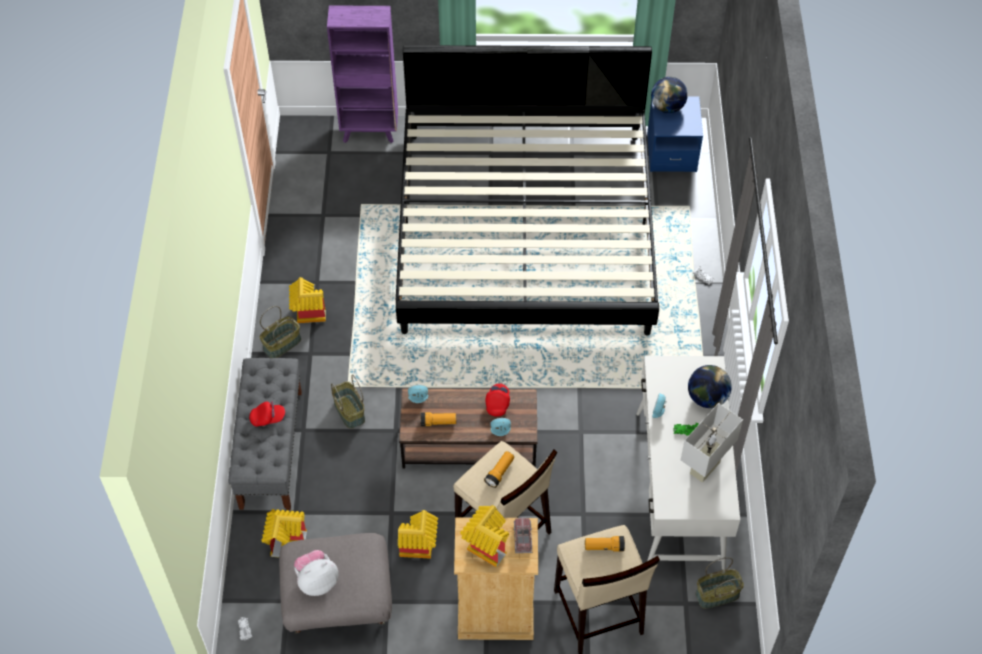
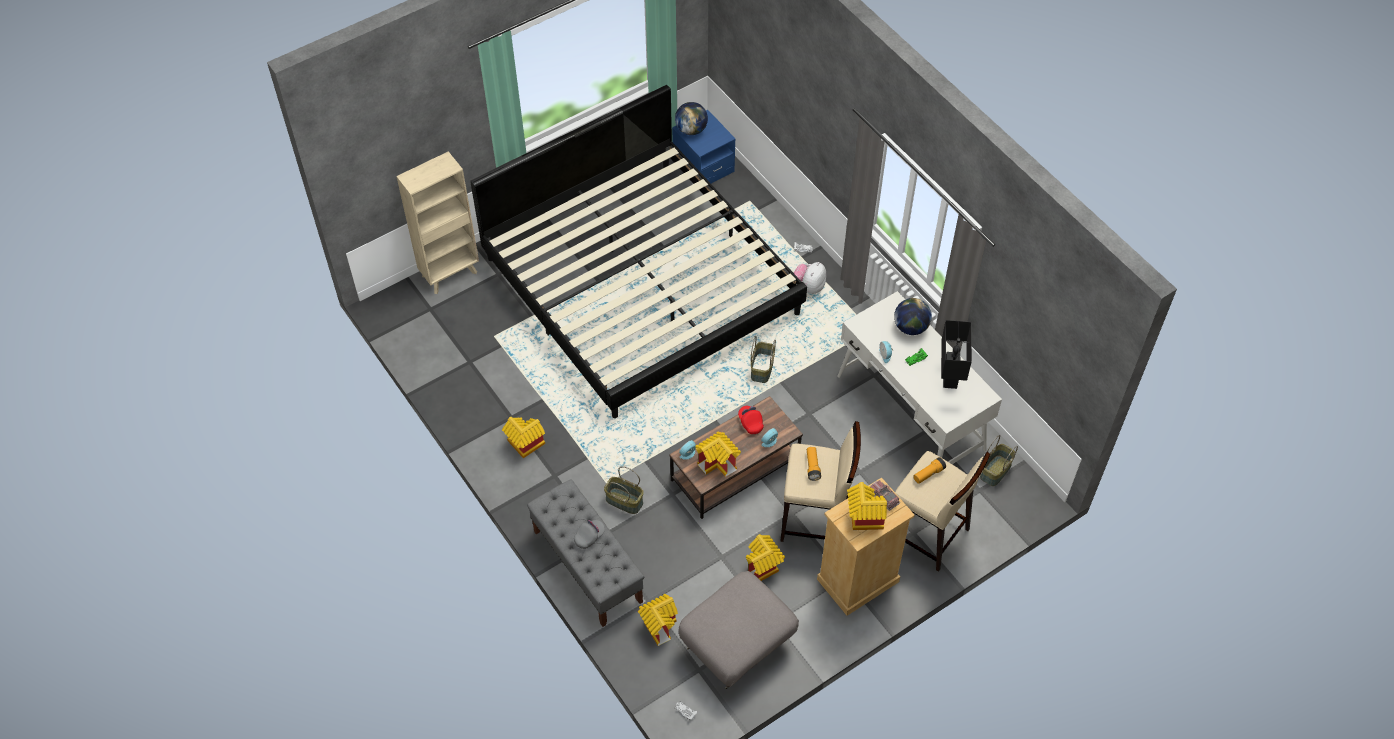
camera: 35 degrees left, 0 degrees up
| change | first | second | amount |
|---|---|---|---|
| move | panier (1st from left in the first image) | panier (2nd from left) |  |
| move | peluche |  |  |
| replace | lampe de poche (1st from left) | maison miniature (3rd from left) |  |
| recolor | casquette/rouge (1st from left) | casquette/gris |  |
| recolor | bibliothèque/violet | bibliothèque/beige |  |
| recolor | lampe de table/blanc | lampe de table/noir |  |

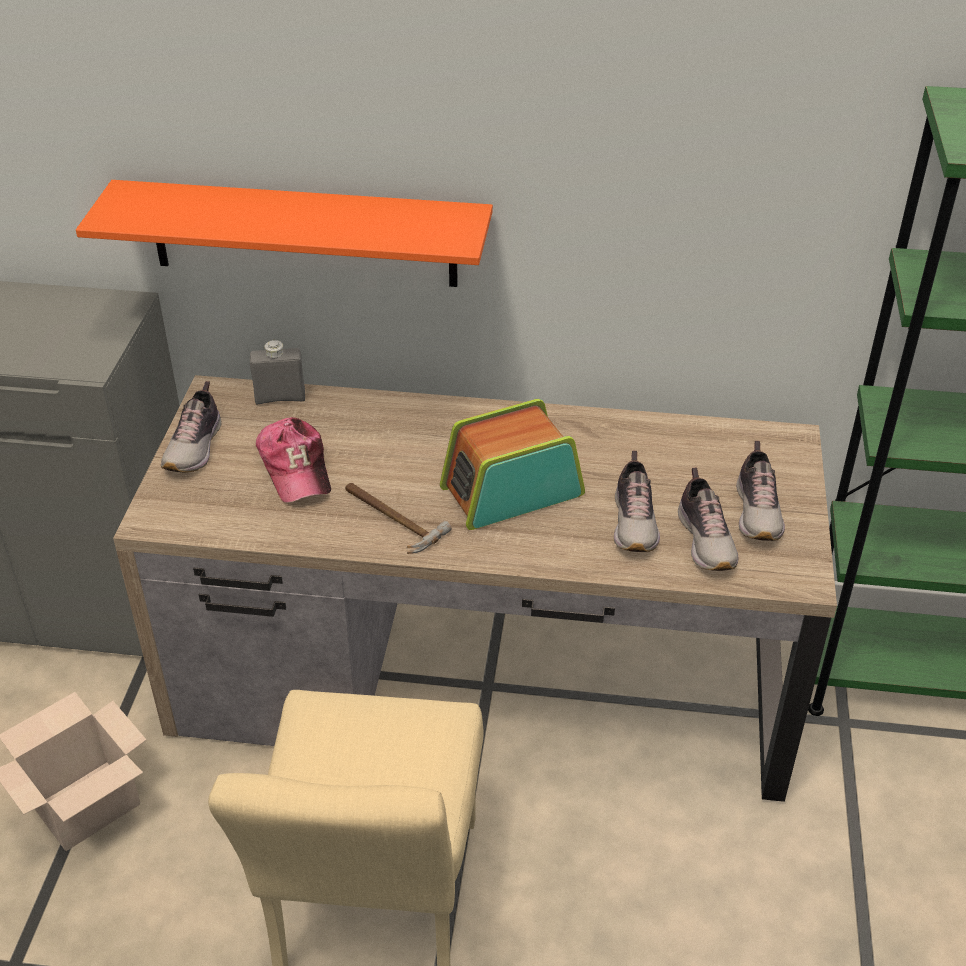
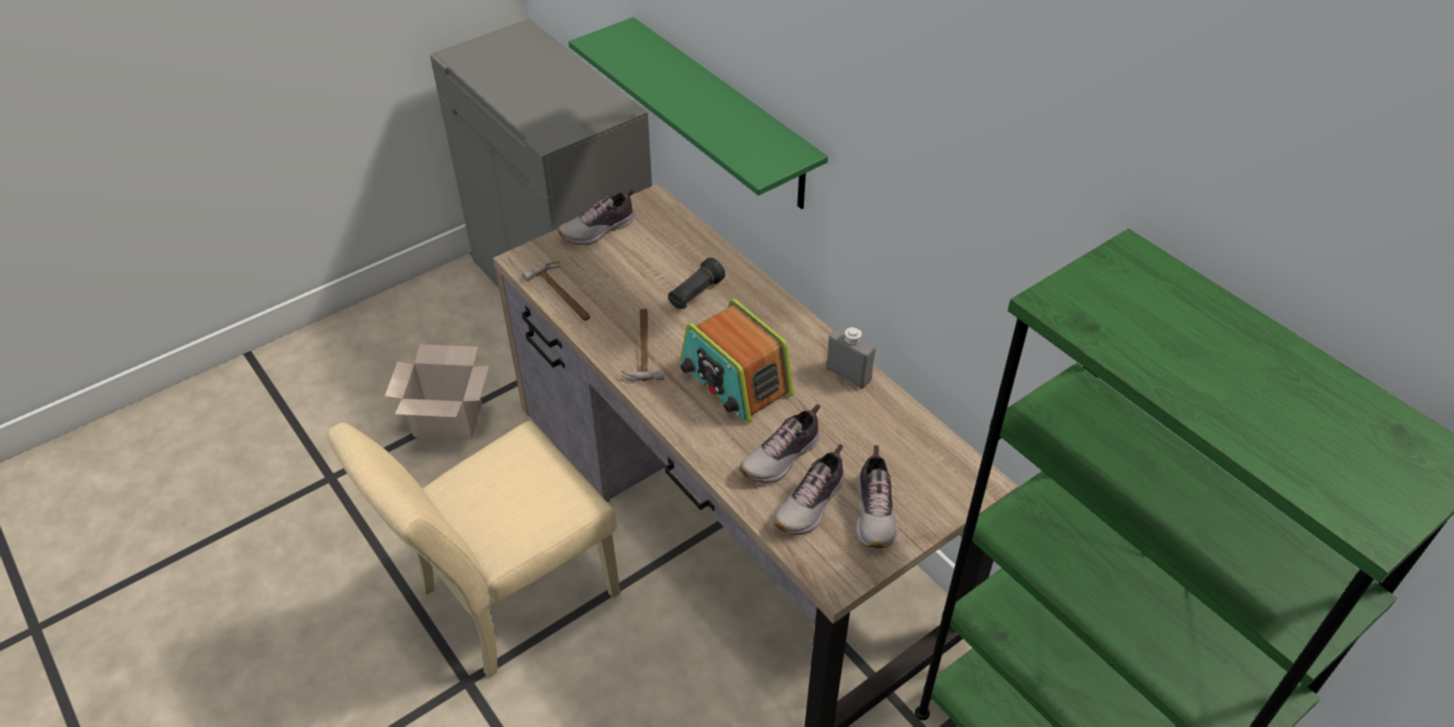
camera: 45 degrees right, 5 degrees up
| change | first | second | amount |
|---|---|---|---|
| delete | casquette |  |  |
| insert |  | marteau (1st from left) |  |
| insert |  | lampe de poche/noir |  |
| move | bouteille/gris |  |  |
| recolor | étagère/orange | étagère/vert |  |
| rotate | radio |  | 150 degrees counterclockwise |
| rotate | chaussure (4th from left) |  | 45 degrees counterclockwise |

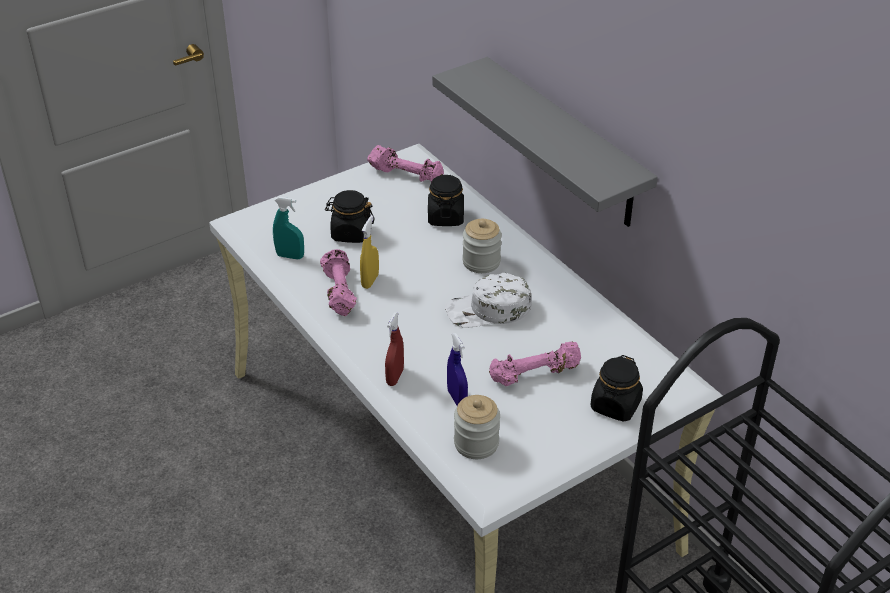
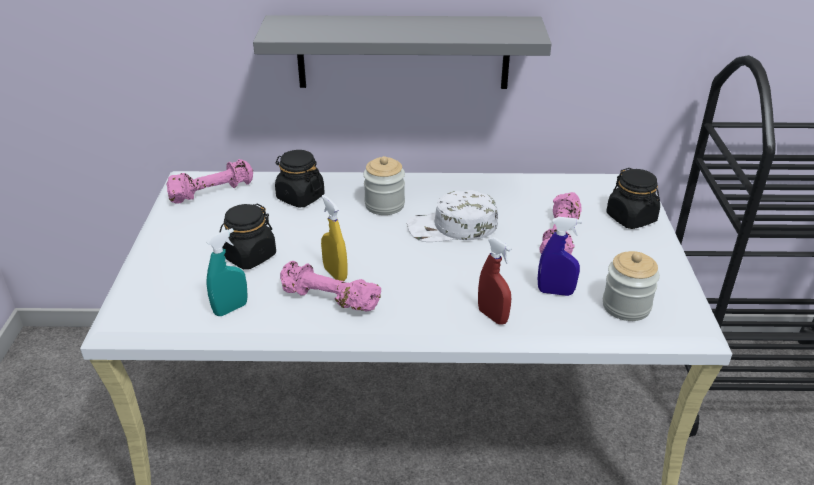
camera: 55 degrees left, 5 degrees down
| change | first | second | amount |
|---|---|---|---|
| rotate | casquette/blanc |  | 60 degrees clockwise |

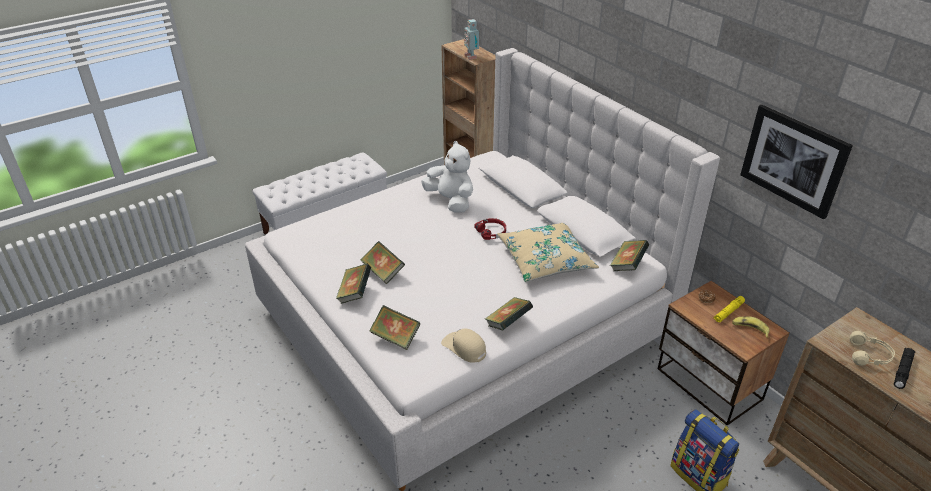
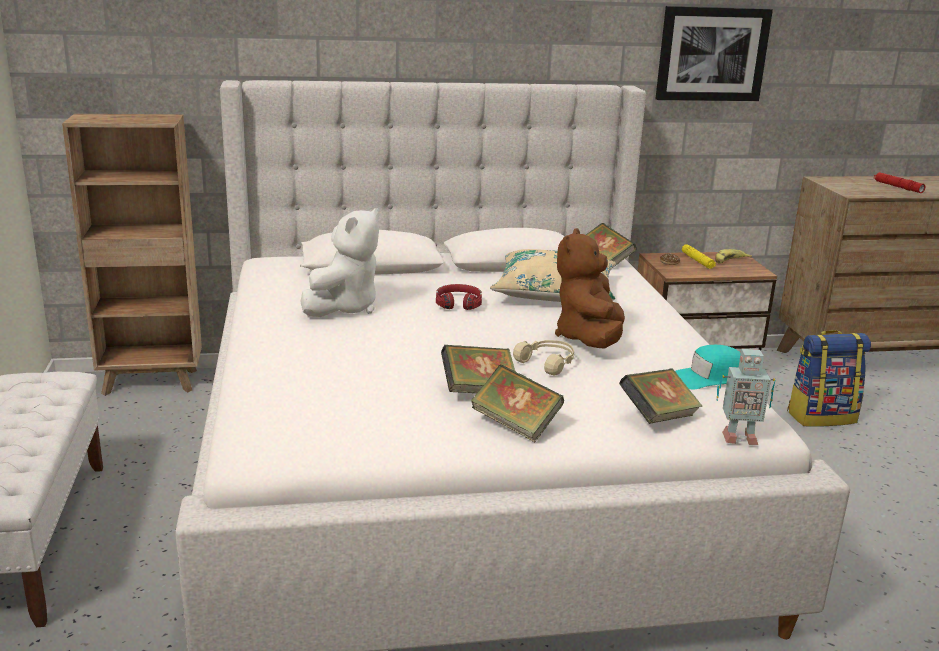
camera: 65 degrees left, 15 degrees down
| change | first | second | amount |
|---|---|---|---|
| delete | livre (4th from left) |  |  |
| insert |  | peluche/marron |  |
| move | robot jouet |  |  |
| move | casque audio/beige |  |  |
| recolor | casquette/beige | casquette/turquoise |  |
| recolor | lampe de poche/noir | lampe de poche/rouge |  |
| rotate | peluche/blanc |  | 135 degrees clockwise |

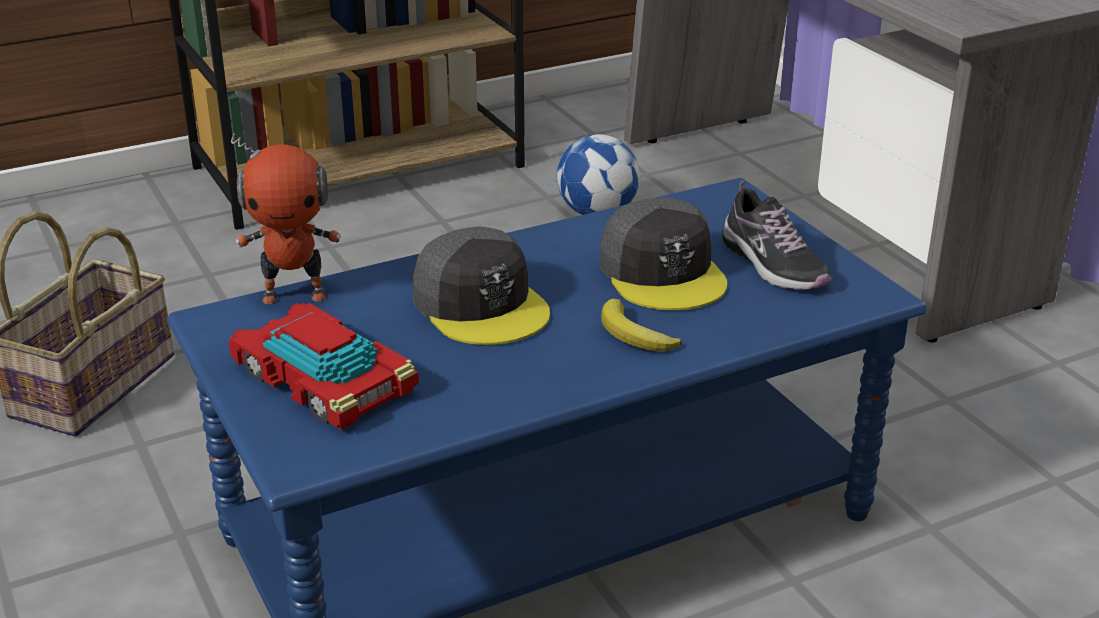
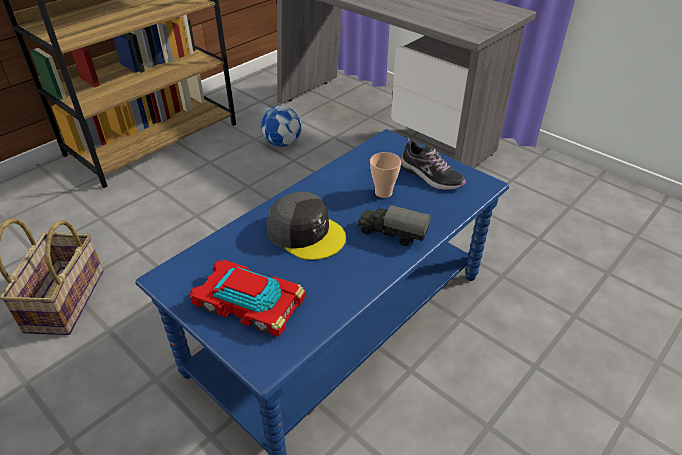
camera: 20 degrees left, 10 degrees up
| change | first | second | amount |
|---|---|---|---|
| delete | robot jouet |  |  |
| replace | casquette/gris (2nd from left) | tasse |  |
| replace | banane | camion jouet |  |

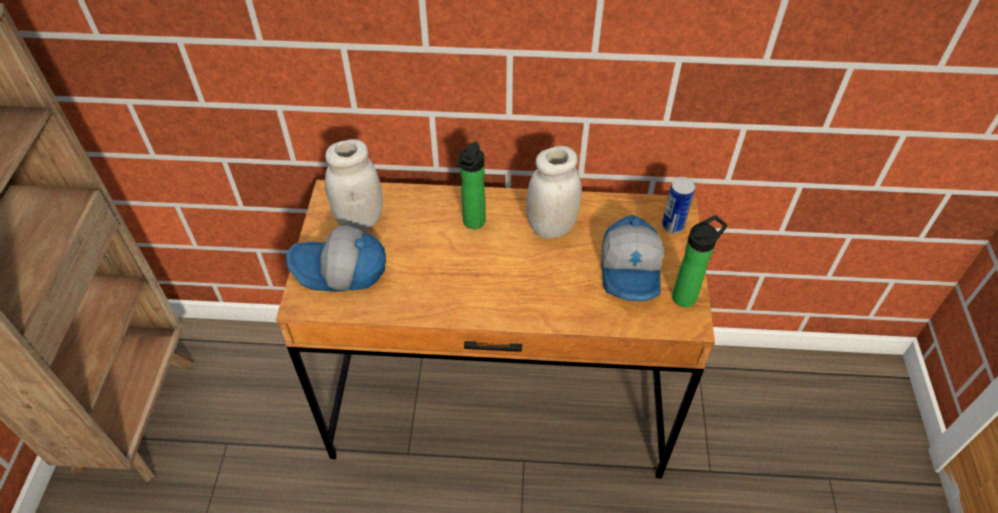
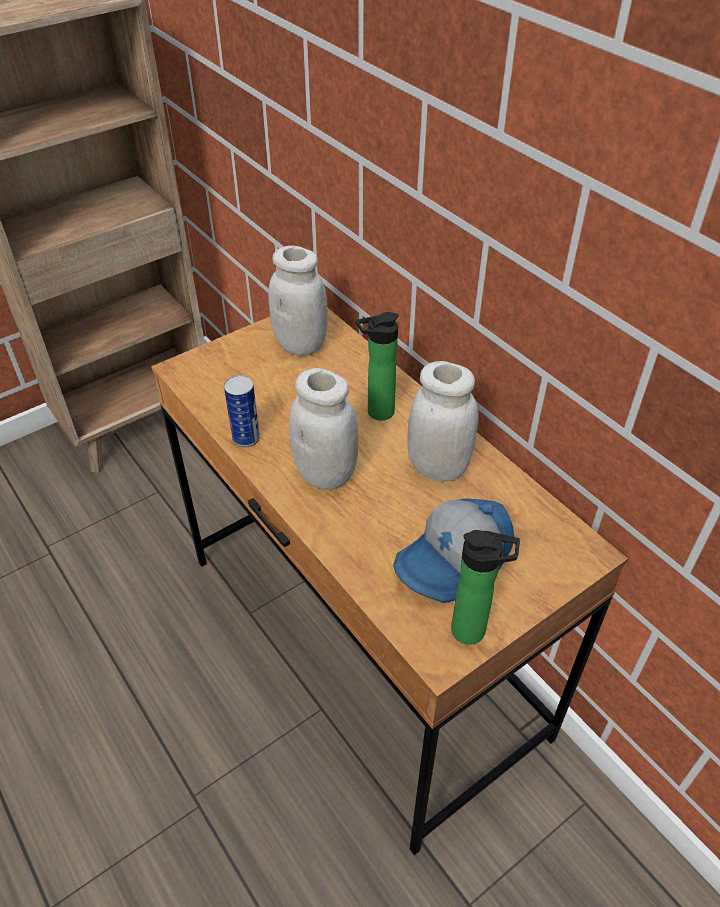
camera: 50 degrees right, 5 degrees down
| change | first | second | amount |
|---|---|---|---|
| delete | casquette (1st from left) |  |  |
| insert |  | bocal/blanc (2nd from left) |  |
| move | boîte métallique |  |  |

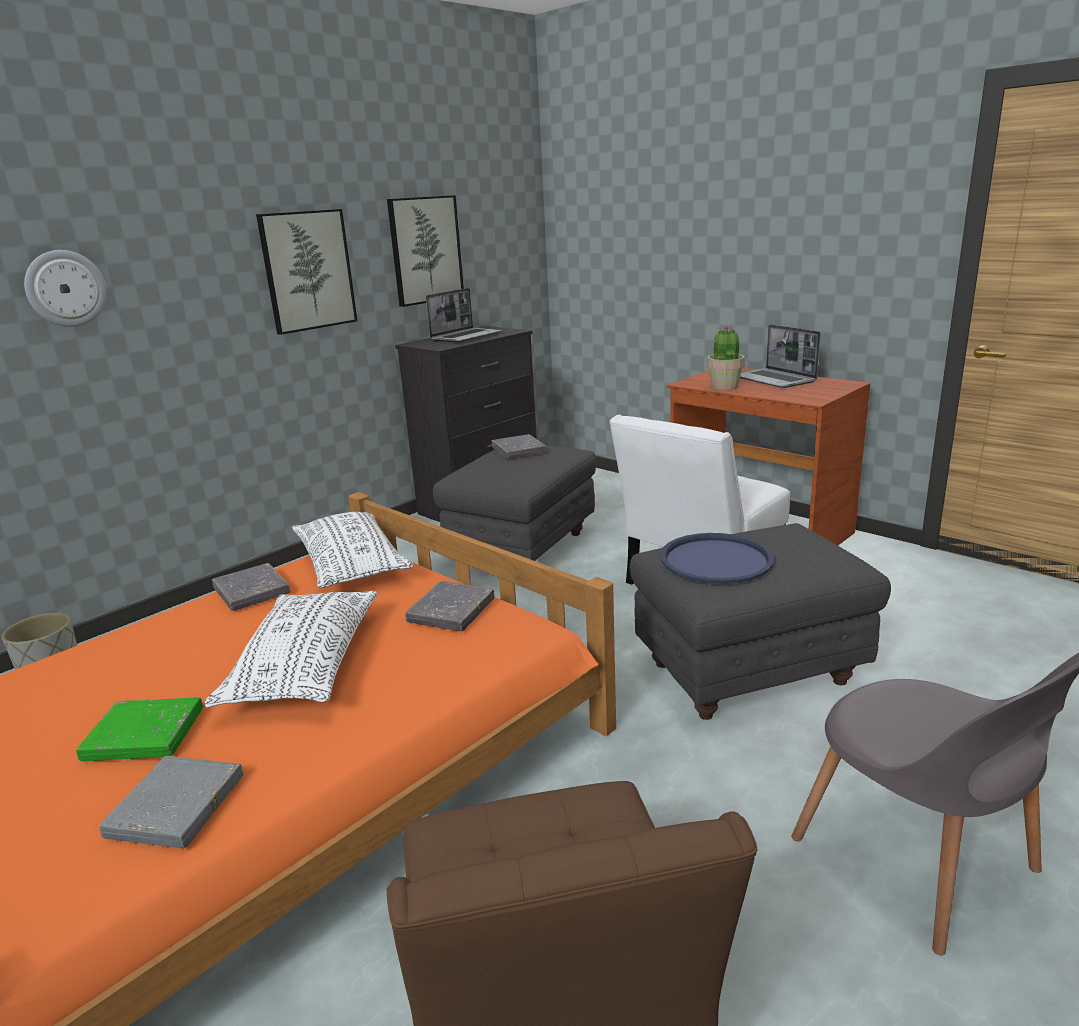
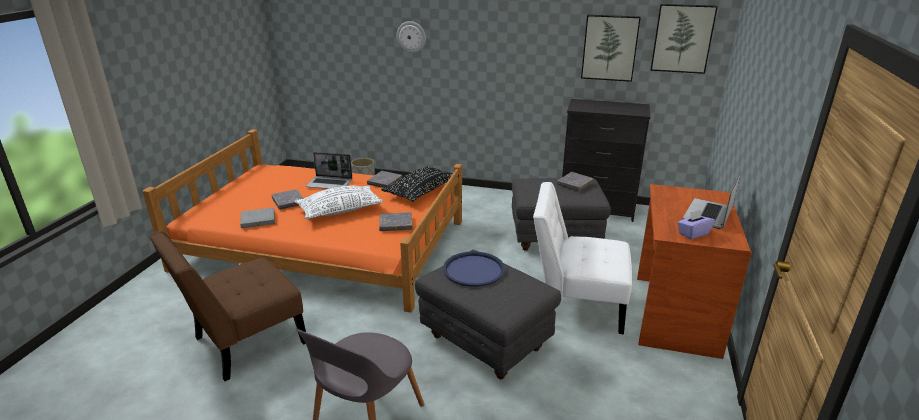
camera: 60 degrees right, 5 degrees up
| change | first | second | amount |
|---|---|---|---|
| delete | plante en pot |  |  |
| insert |  | boîte à mouchoirs/violet |  |
| move | tableau (1st from left in the first image) | tableau (2nd from left) |  |
| move | ordinateur portable (1st from left) |  |  |
| recolor | livre/vert | livre/gris (2nd from left) |  |
| recolor | coussin/blanc (2nd from left) | coussin/noir |  |

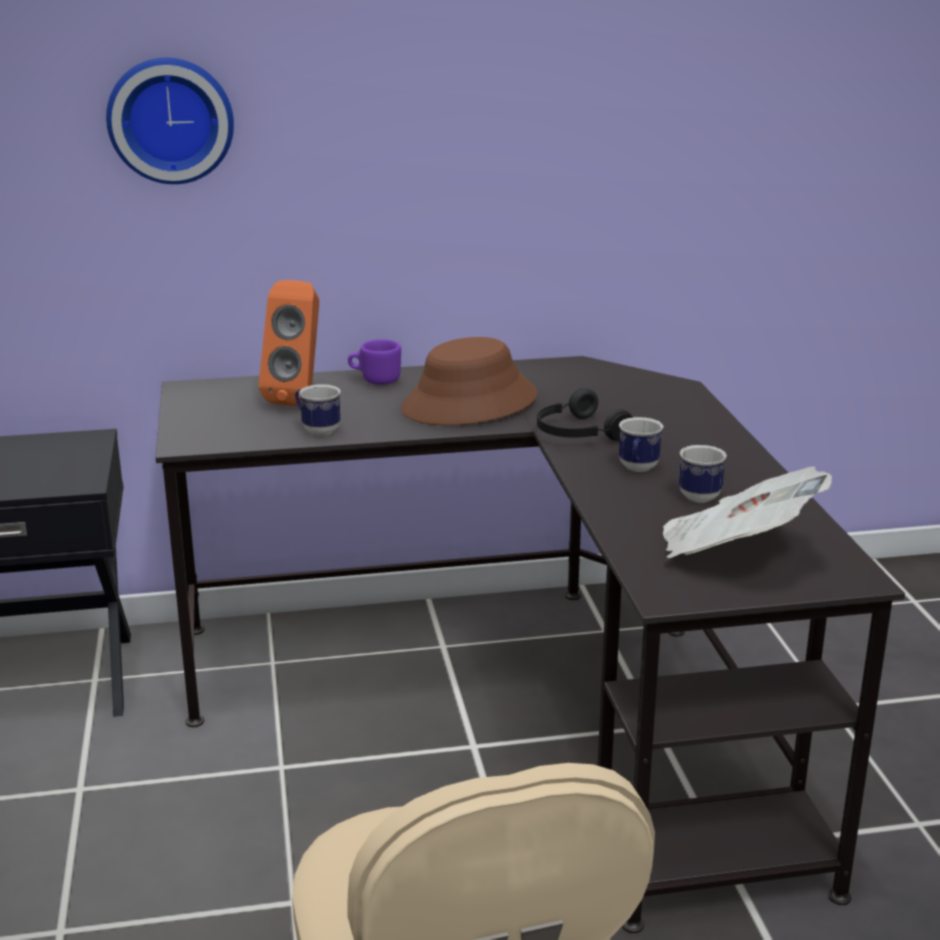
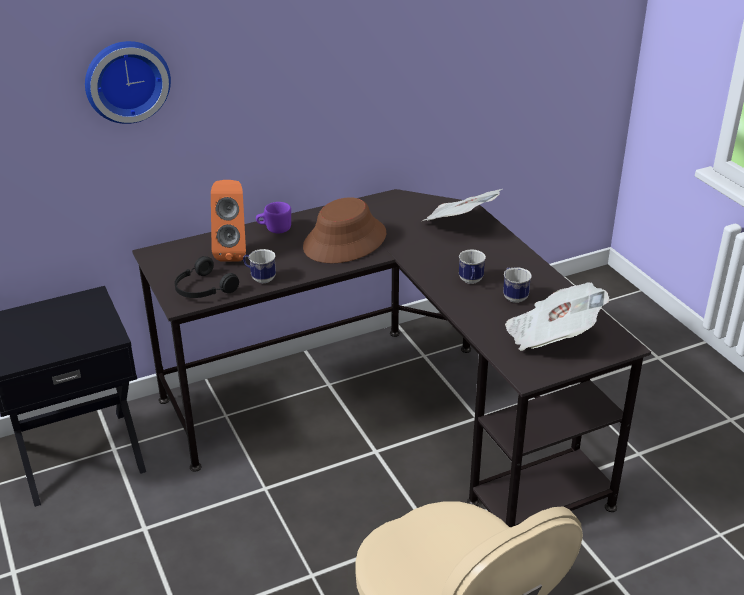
camera: 15 degrees left, 10 degrees up
| change | first | second | amount |
|---|---|---|---|
| insert |  | journal (1st from left) |  |
| move | casque audio/noir |  |  |

